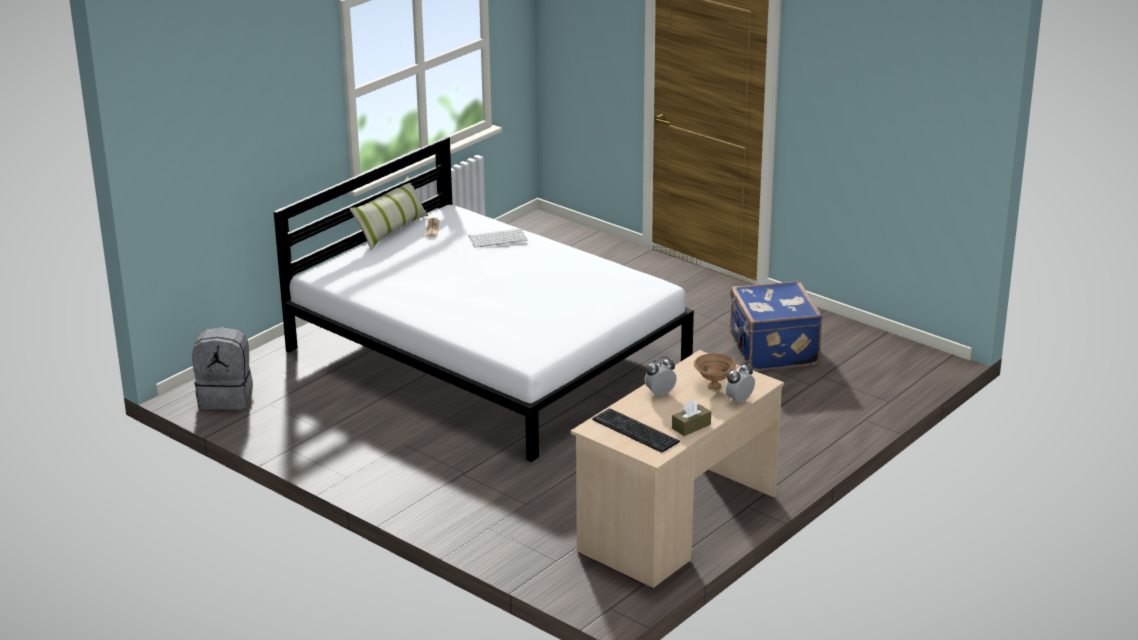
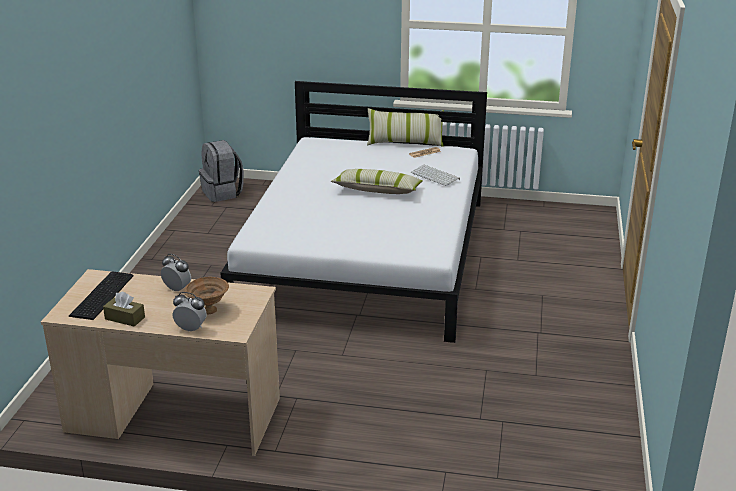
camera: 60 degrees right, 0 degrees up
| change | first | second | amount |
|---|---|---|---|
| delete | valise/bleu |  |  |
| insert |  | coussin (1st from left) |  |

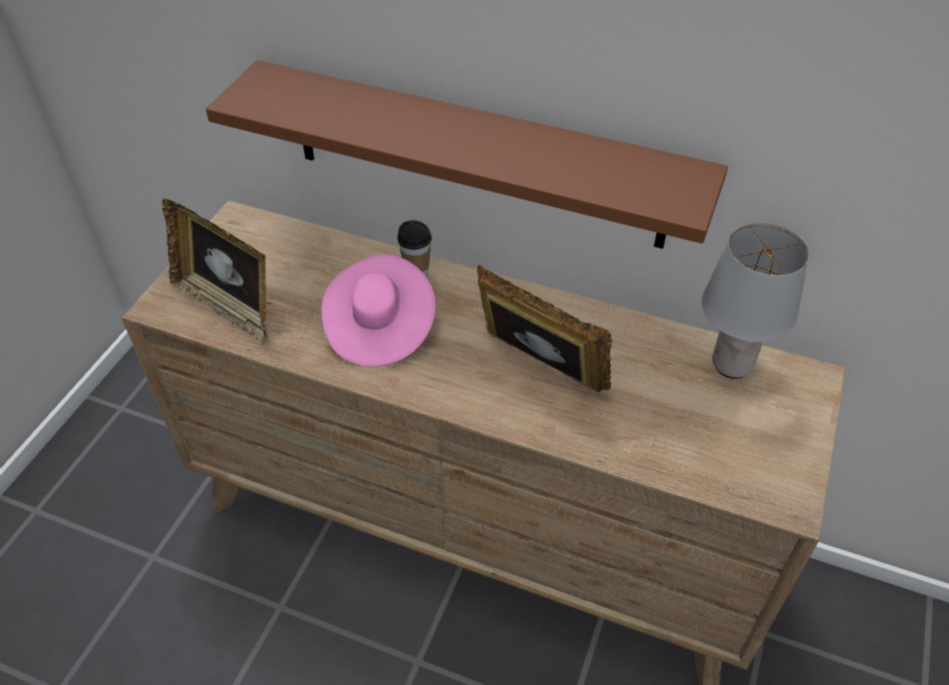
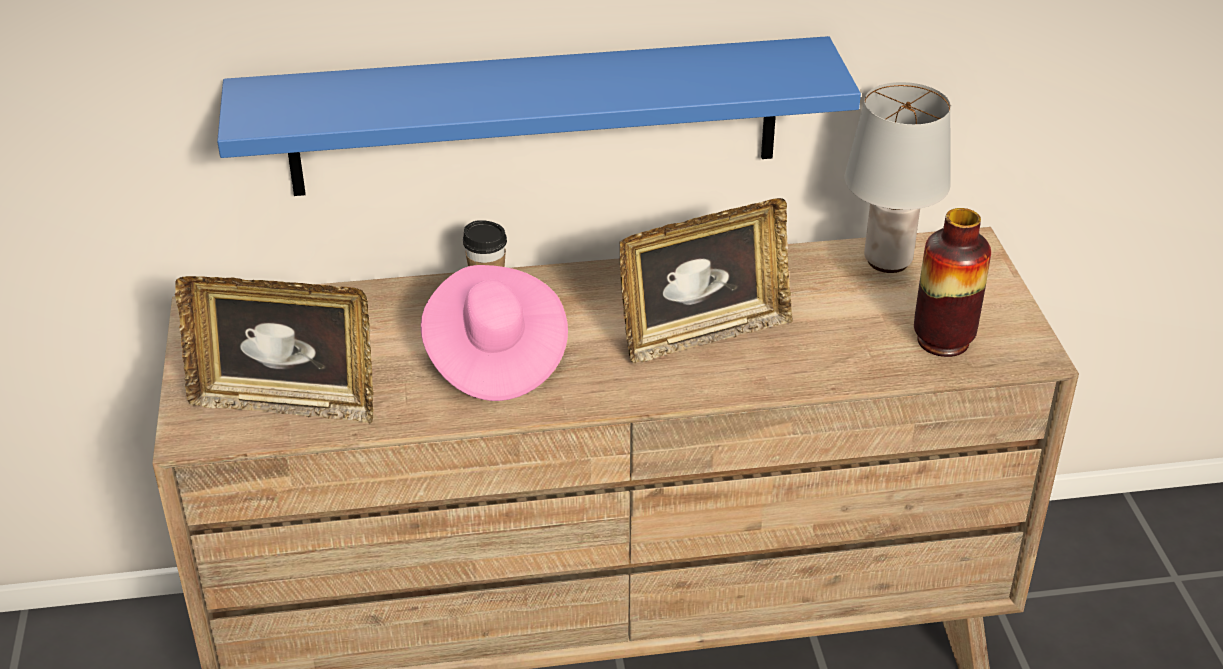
camera: 30 degrees left, 10 degrees down
| change | first | second | amount |
|---|---|---|---|
| insert |  | vase |  |
| recolor | étagère/marron | étagère/bleu |  |
| rotate | cadre photo (2nd from left) |  | 150 degrees clockwise |

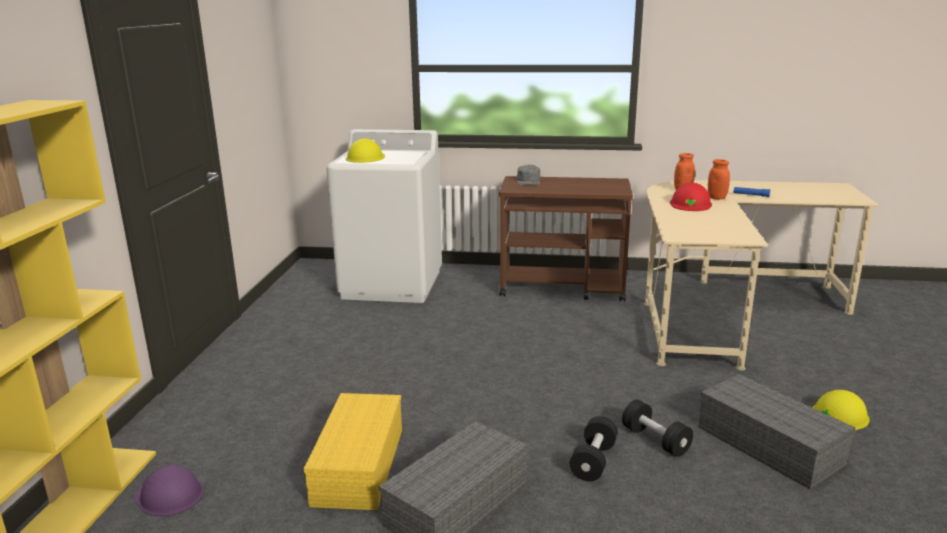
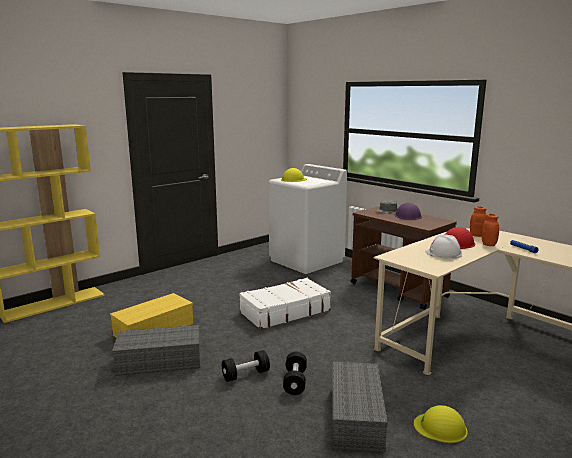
camera: 40 degrees right, 5 degrees down
| change | first | second | amount |
|---|---|---|---|
| insert |  | valise/blanc |  |
| insert |  | casque de chantier/blanc |  |
| move | casque de chantier/violet |  |  |

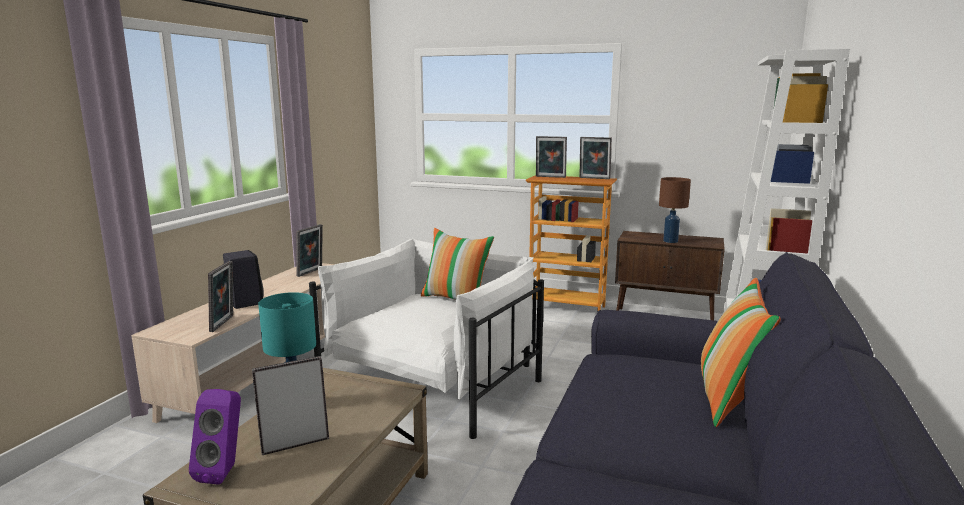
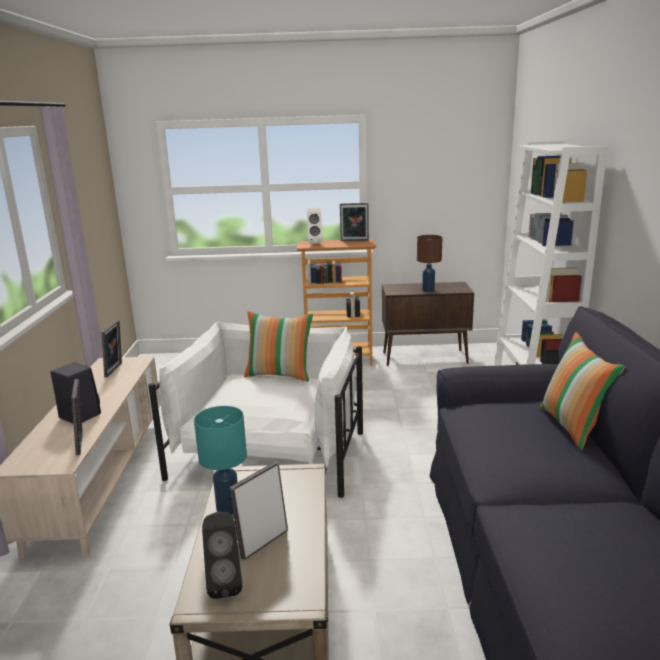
camera: 20 degrees left, 5 degrees up
| change | first | second | amount |
|---|---|---|---|
| replace | cadre photo (4th from left) | enceinte/blanc |  |
| recolor | enceinte/violet | enceinte/noir (2nd from left) |  |

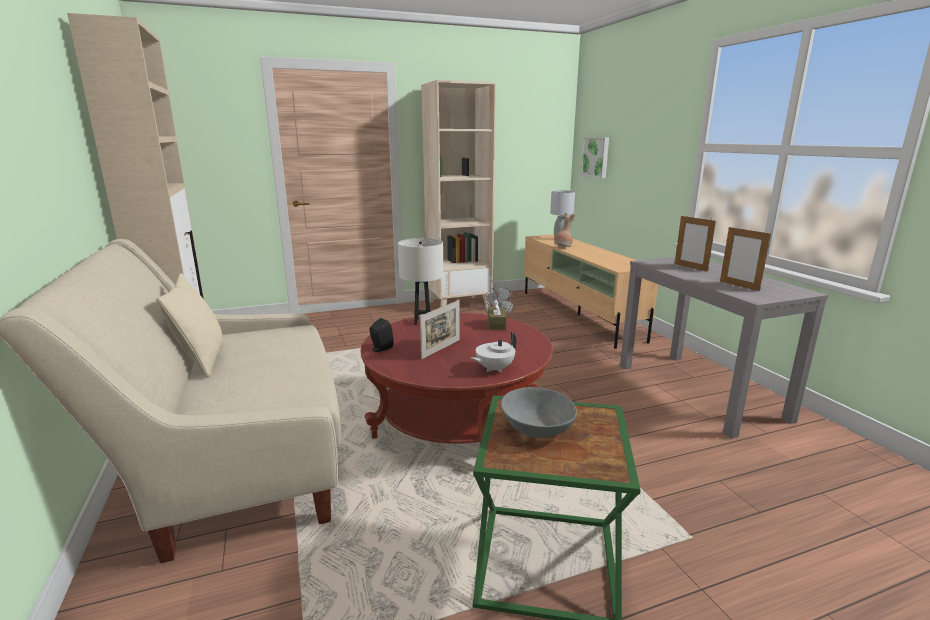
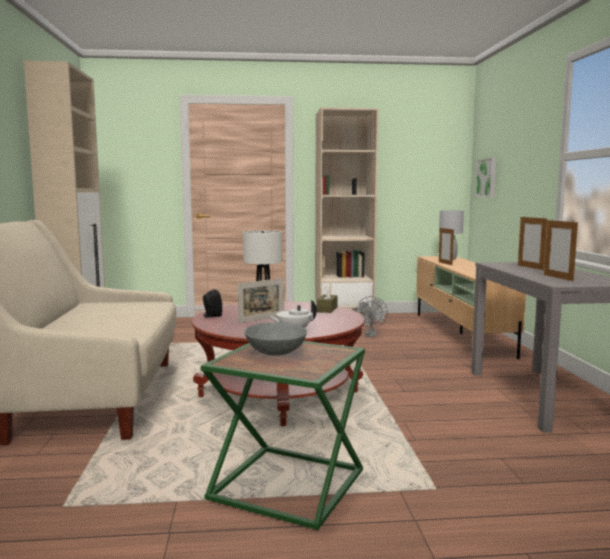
camera: 15 degrees right, 10 degrees down
| change | first | second | amount |
|---|---|---|---|
| delete | coussin/beige |  |  |
| replace | vase/marron | cadre photo (2nd from left) |  |

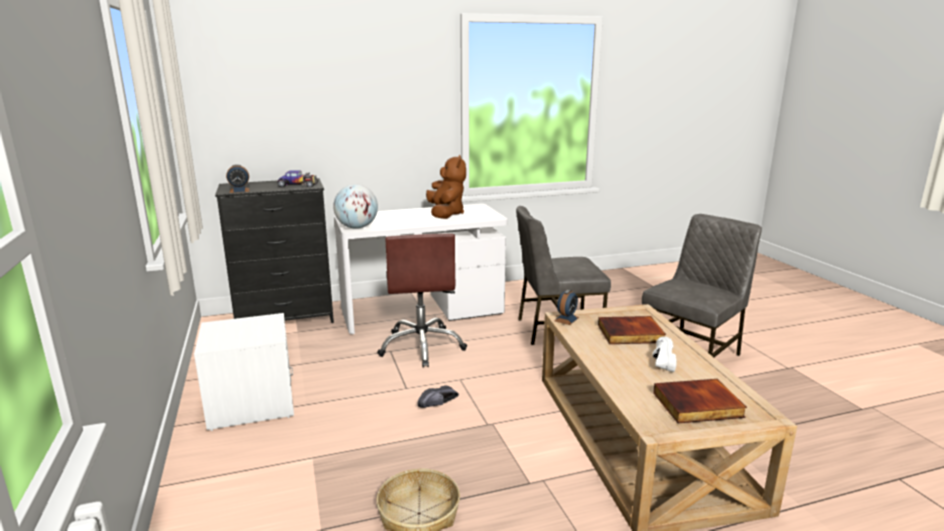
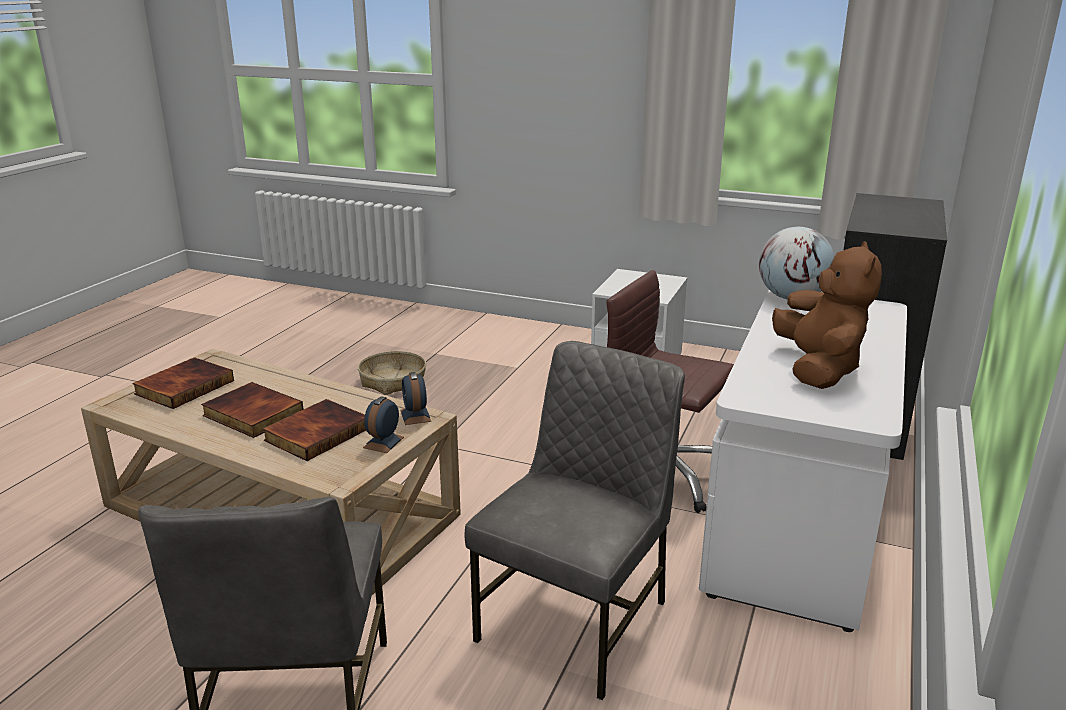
camera: 130 degrees right, 5 degrees up
| change | first | second | amount |
|---|---|---|---|
| delete | petite voiture |  |  |
| delete | chaussure/noir |  |  |
| move | réveil (1st from left) |  |  |
| replace | chaussure/blanc | livre (2nd from left) |  |
| rotate | peluche/marron |  | 120 degrees counterclockwise |

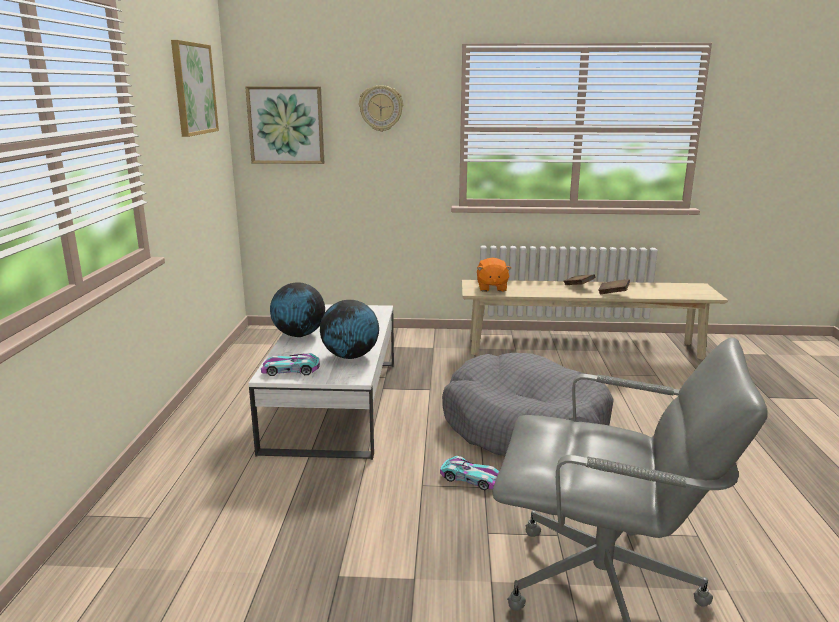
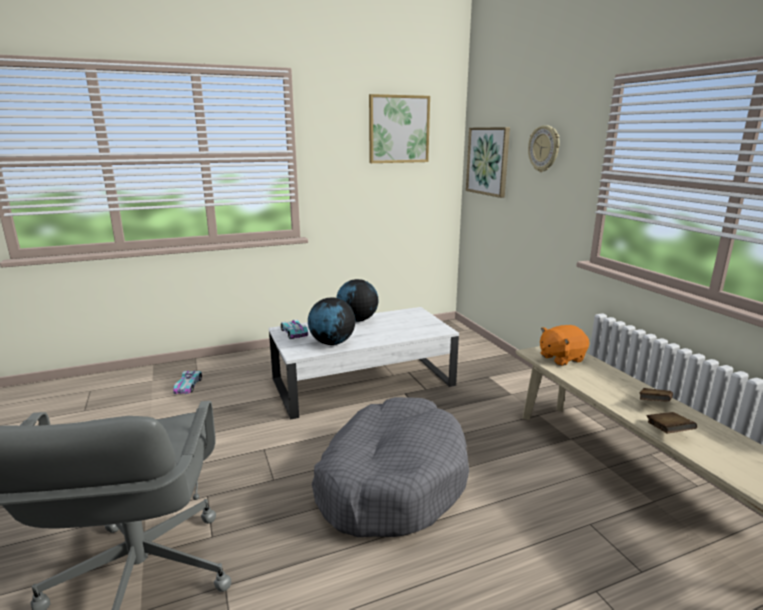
camera: 65 degrees right, 0 degrees up
| change | first | second | amount |
|---|---|---|---|
| move | petite voiture (2nd from left in the first image) | petite voiture (1st from left) |  |

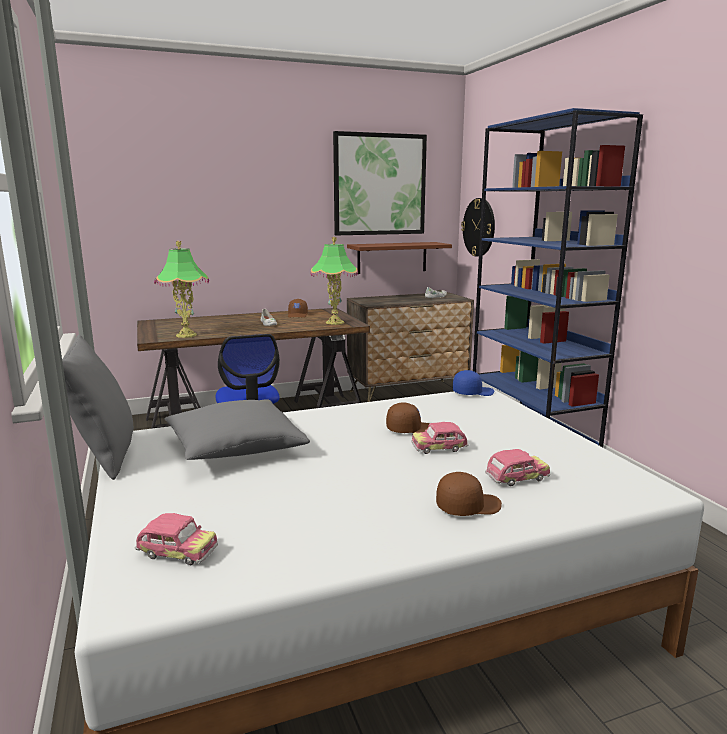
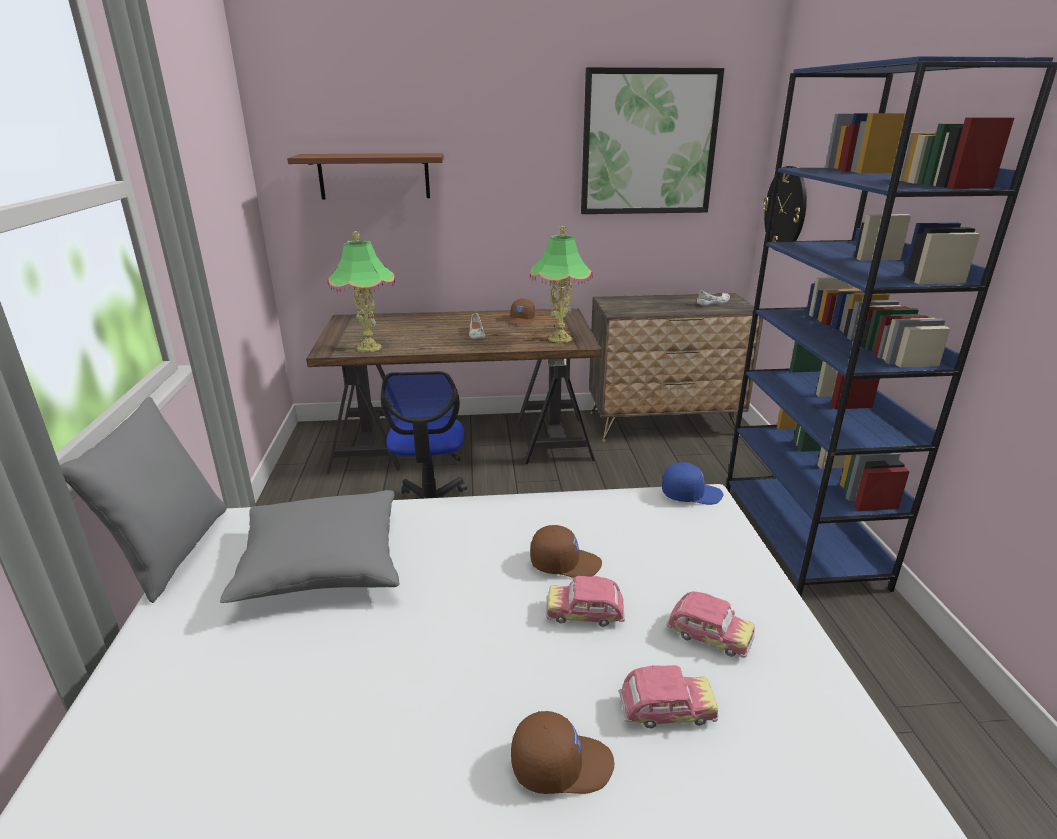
camera: 15 degrees right, 10 degrees up
| change | first | second | amount |
|---|---|---|---|
| move | petite voiture (1st from left in the first image) | petite voiture (3rd from left) |  |
| move | étagère/marron |  |  |

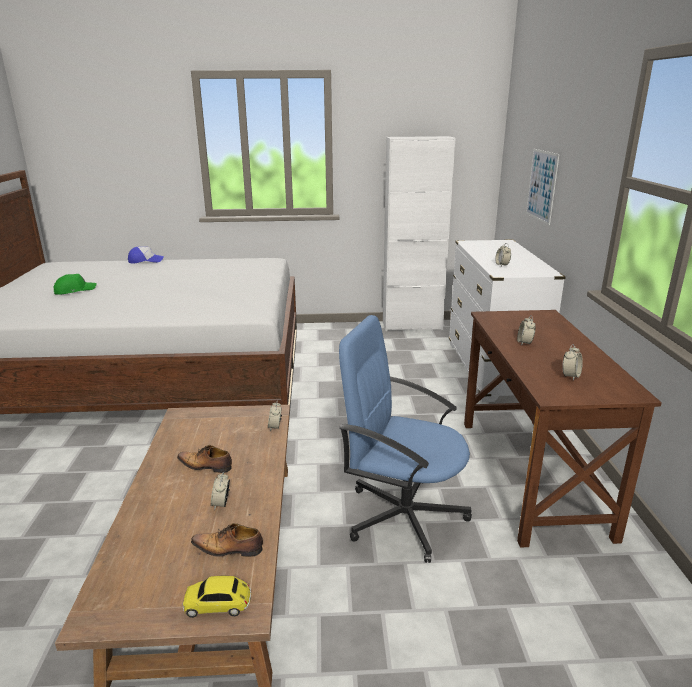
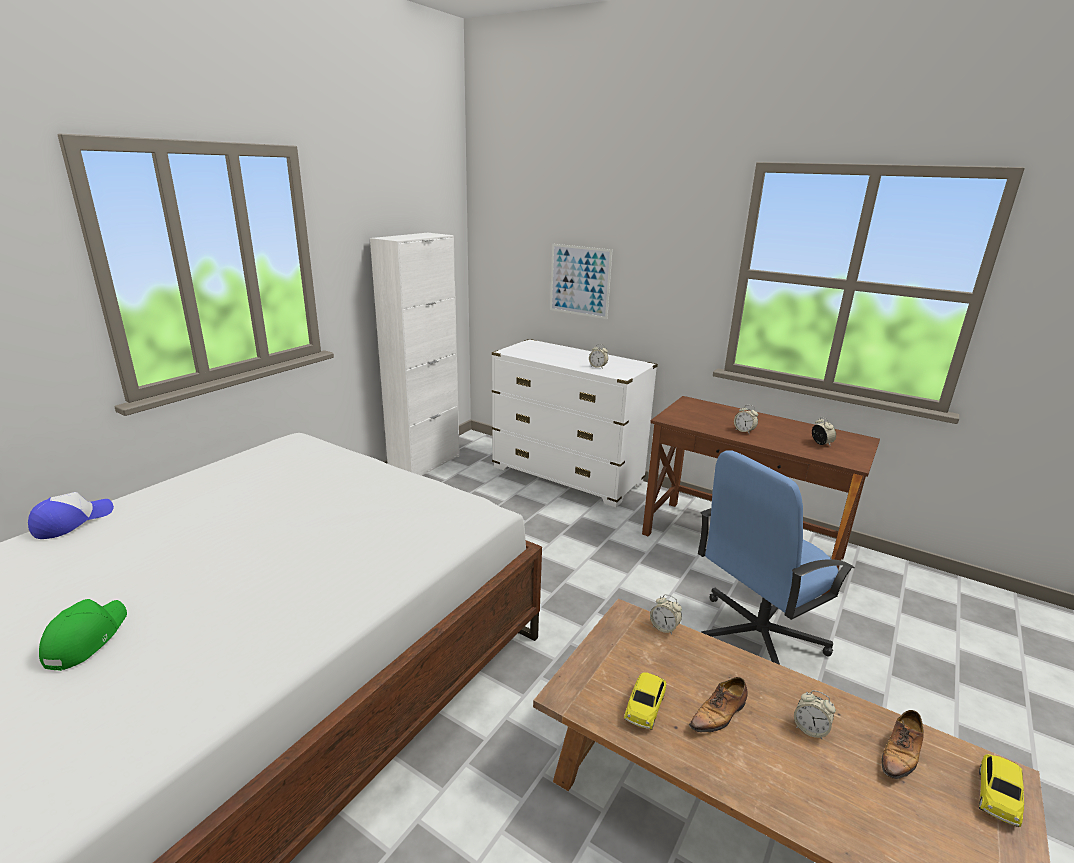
camera: 55 degrees left, 0 degrees up
| change | first | second | amount |
|---|---|---|---|
| insert |  | petite voiture (1st from left) |  |

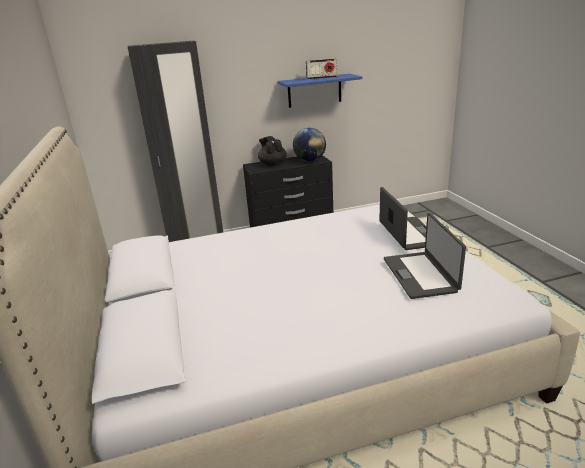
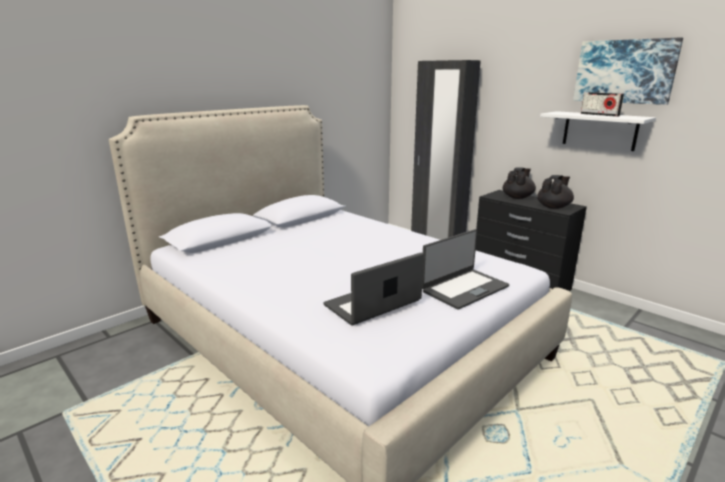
camera: 60 degrees right, 5 degrees down
| change | first | second | amount |
|---|---|---|---|
| insert |  | tableau |  |
| replace | globe | théière/noir (2nd from left) |  |
| recolor | étagère/bleu | étagère/blanc |  |

